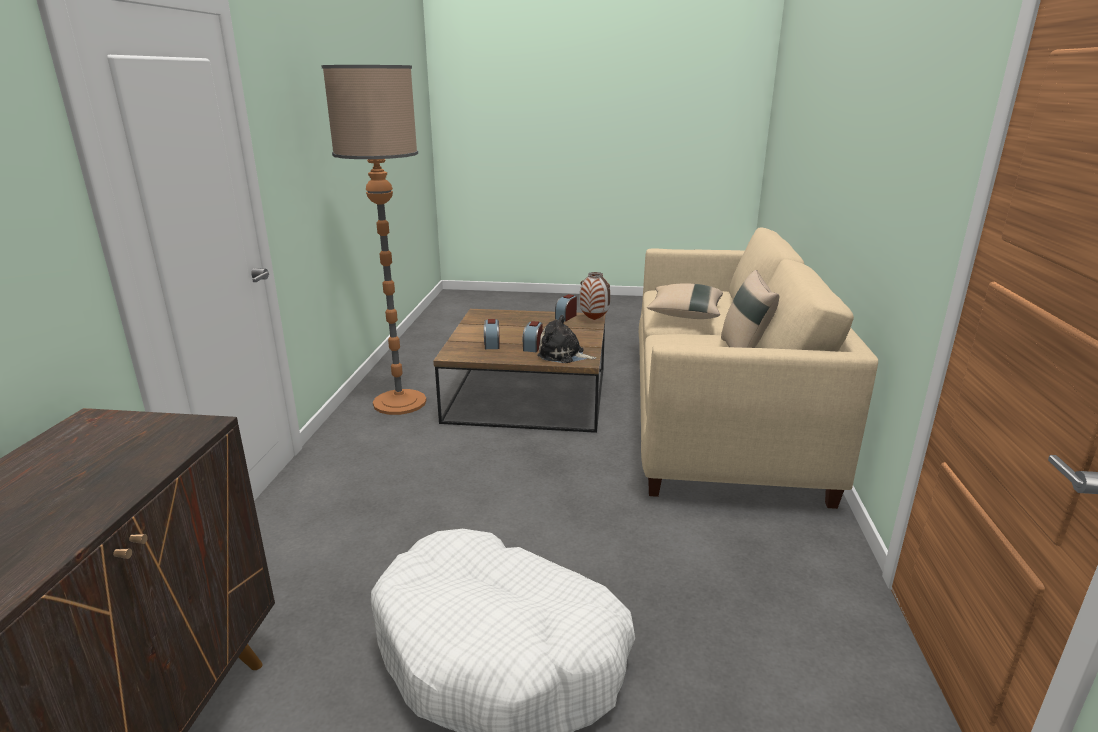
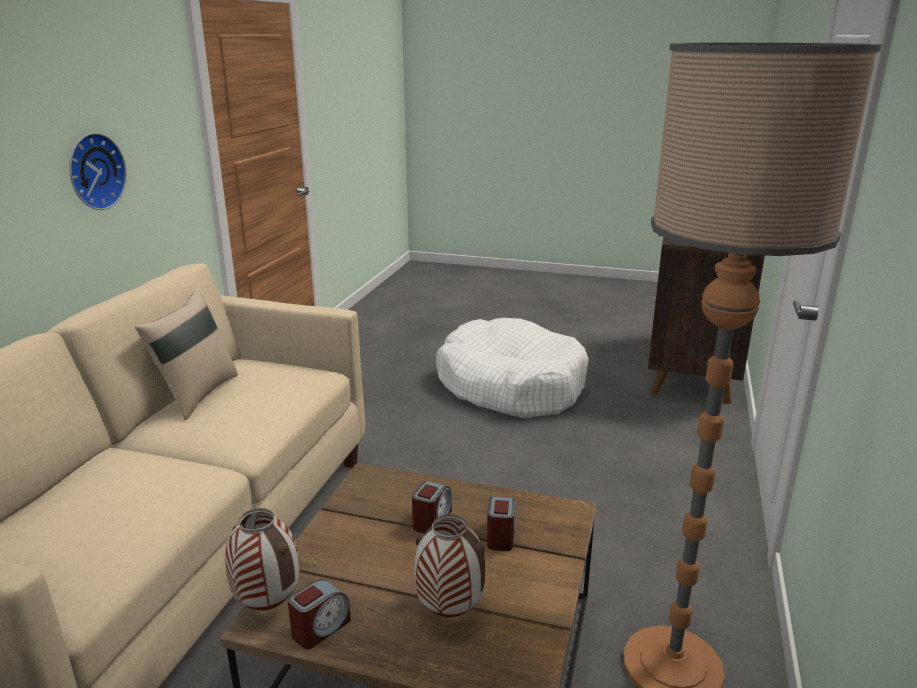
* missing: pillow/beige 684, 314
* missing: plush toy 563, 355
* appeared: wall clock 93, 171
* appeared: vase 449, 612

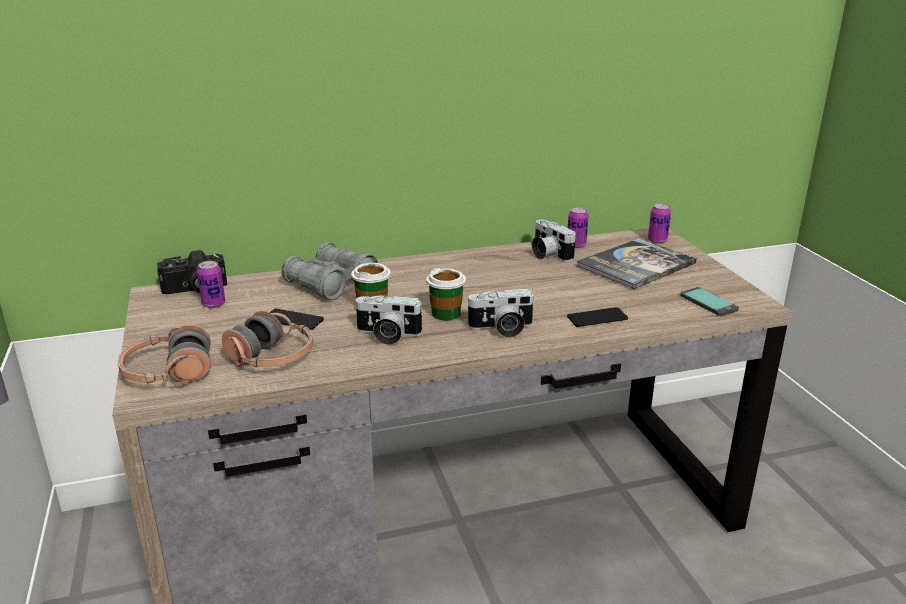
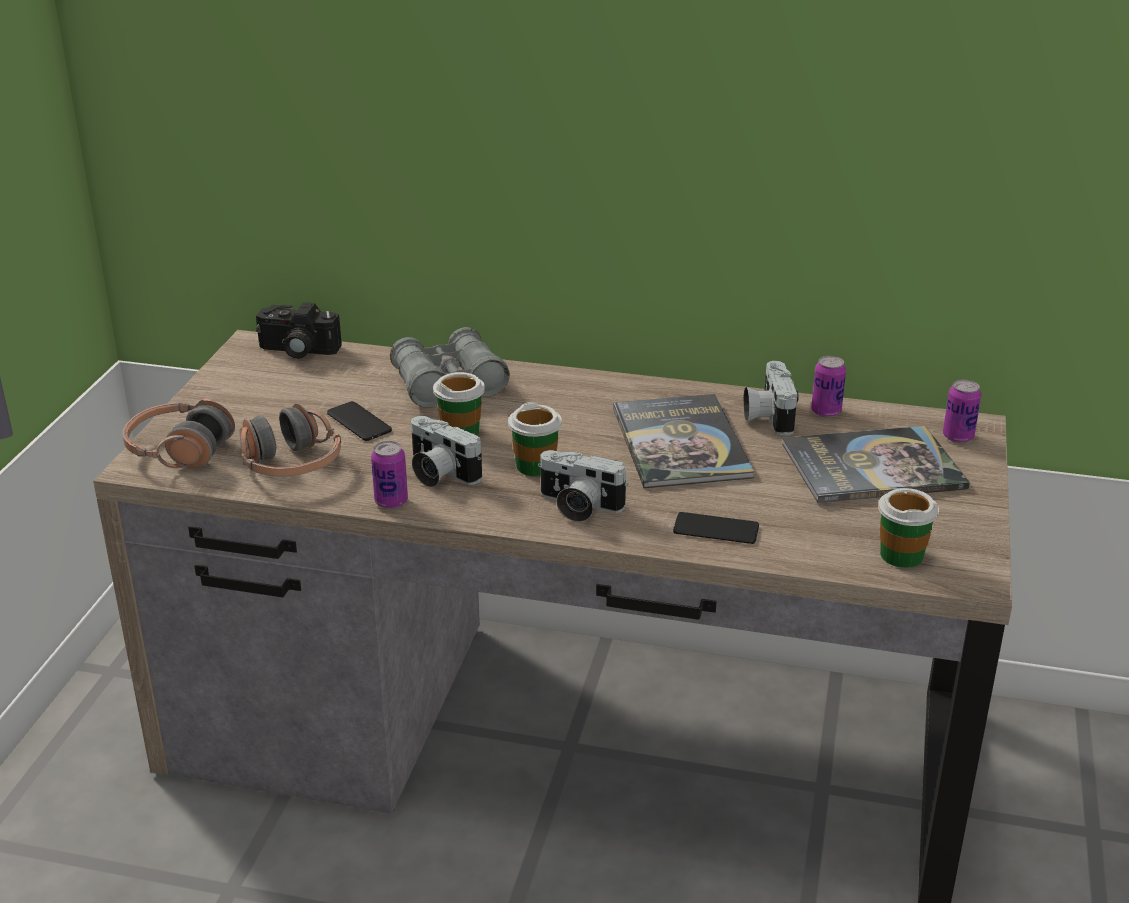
* relocated: can 213, 304 to 391, 501
* exchanged: phone 709, 302 to cup 901, 555
* appeared: book 680, 443

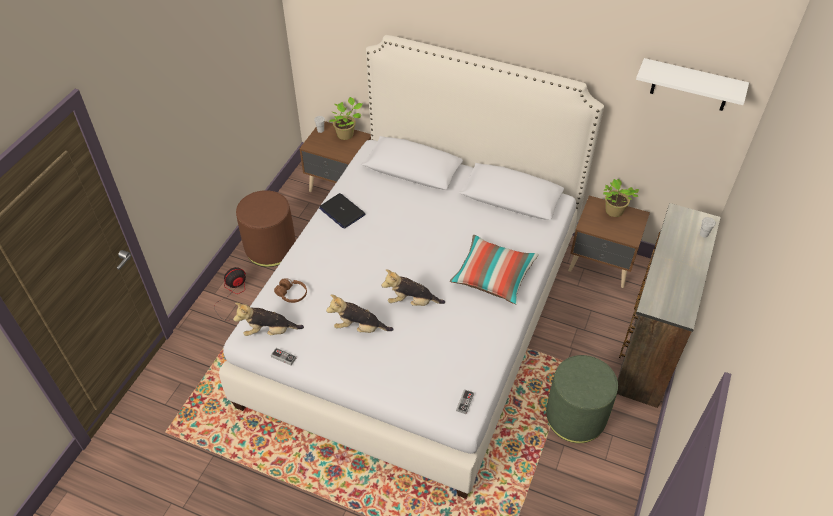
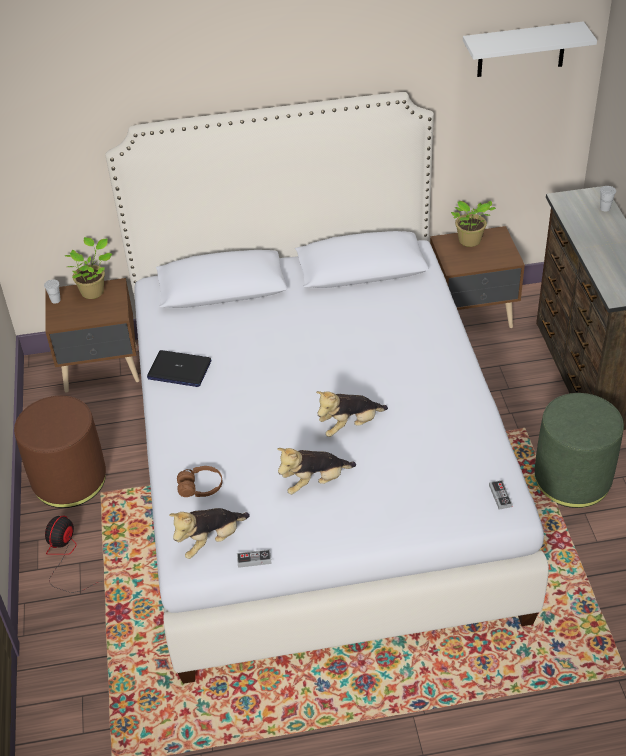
* missing: pillow 493, 276

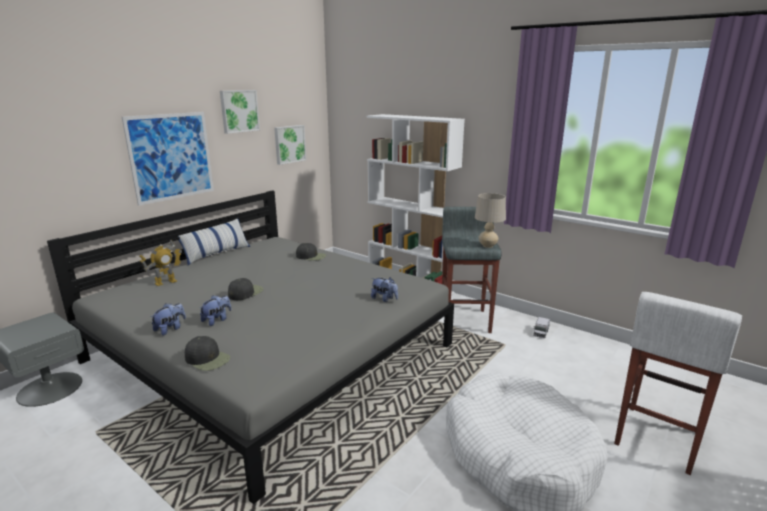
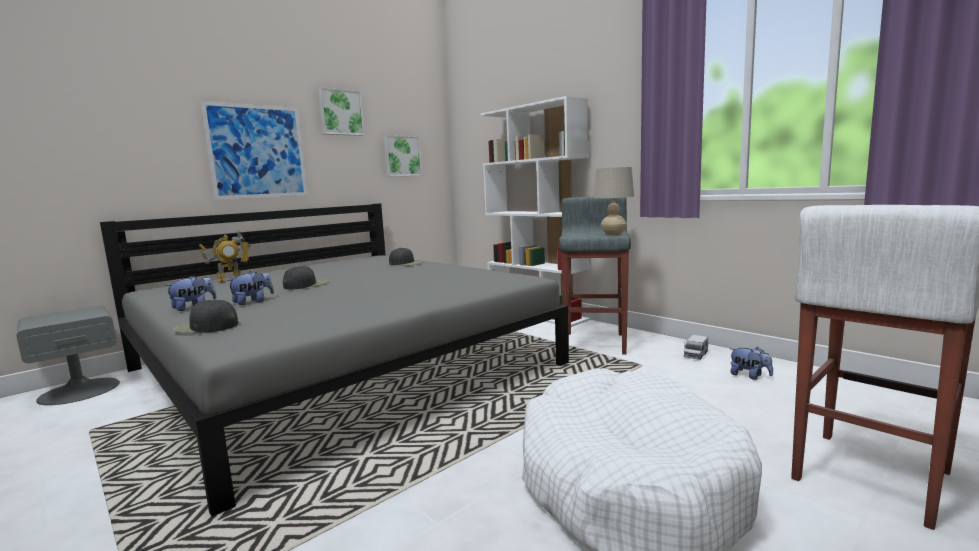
* missing: pillow 216, 254
* relocated: plush toy 384, 299 to 749, 376
* spun: cap/black 207, 359 = 206, 327 150 degrees clockwise

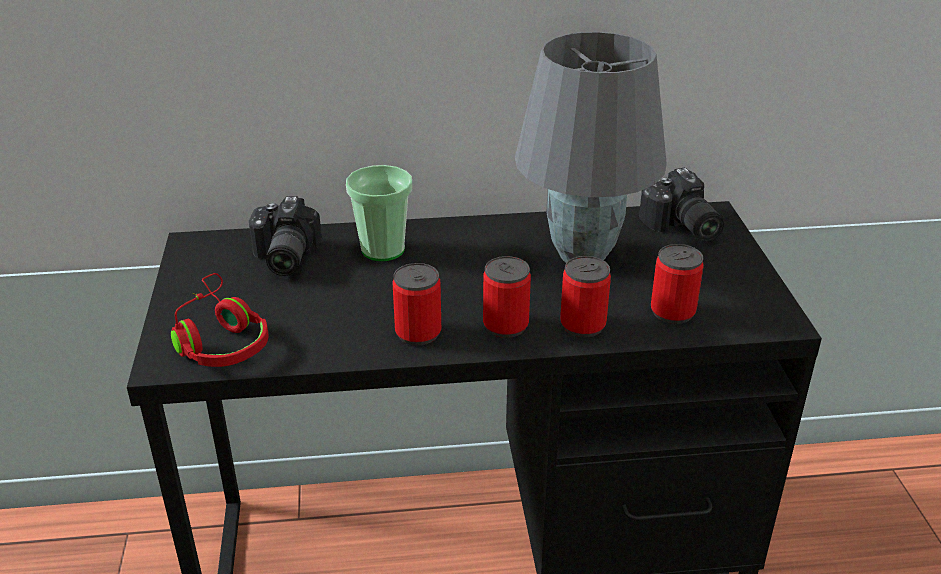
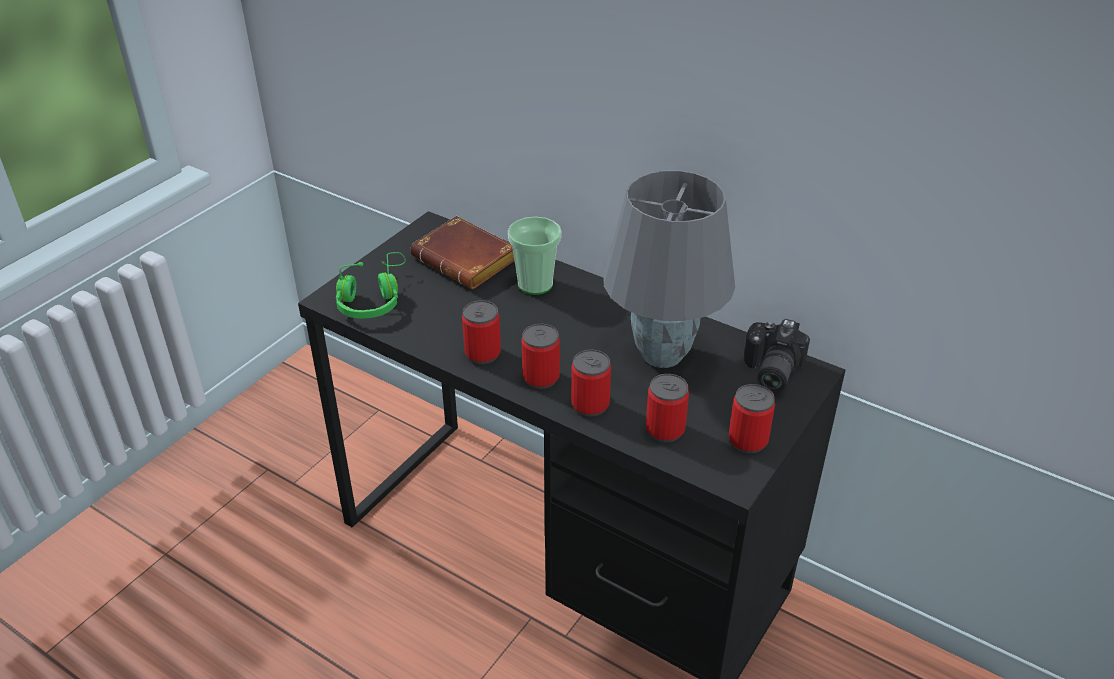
* exchanged: photo camera 282, 258 to book/brown 468, 260
* colour: headphones/red 220, 339 to headphones/green 372, 298
* appeared: can 748, 440

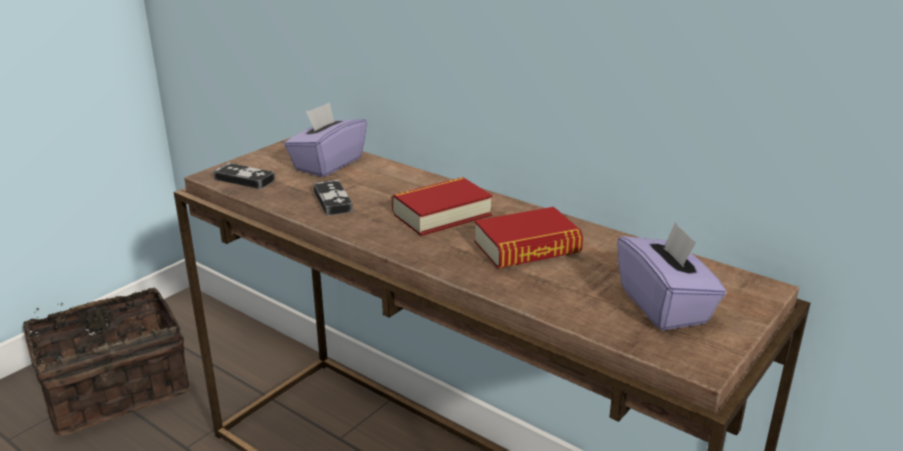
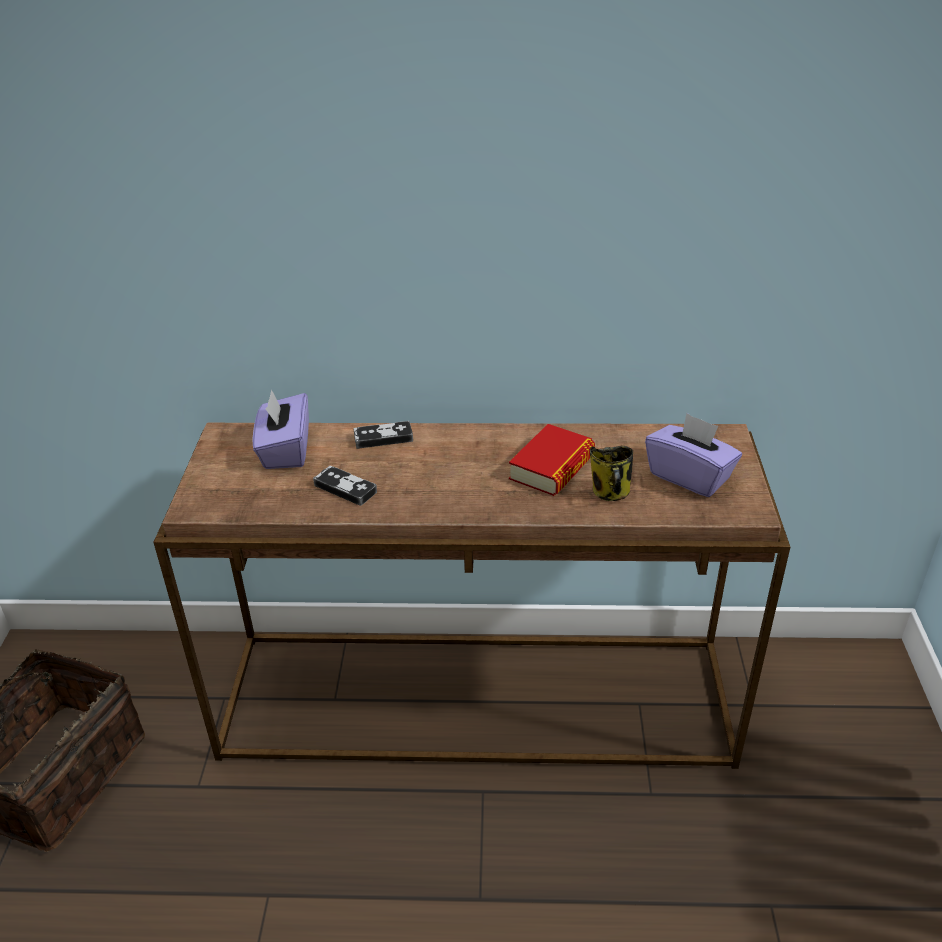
* relocated: game controller 244, 179 to 383, 438
* missing: book 441, 214
* appeared: mug 611, 493

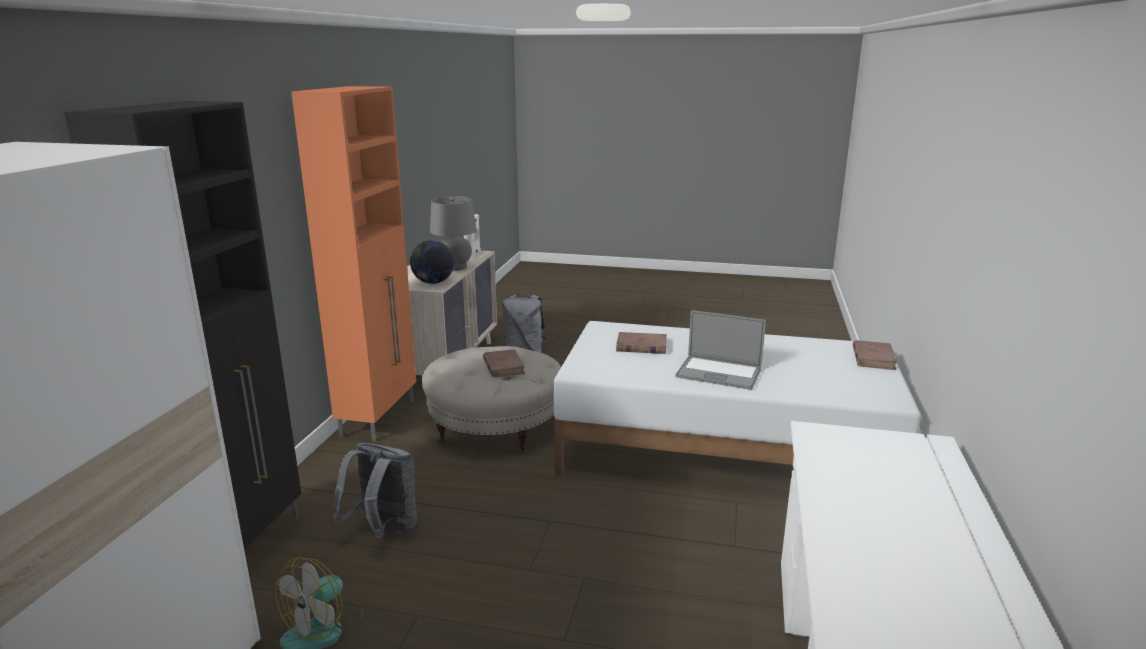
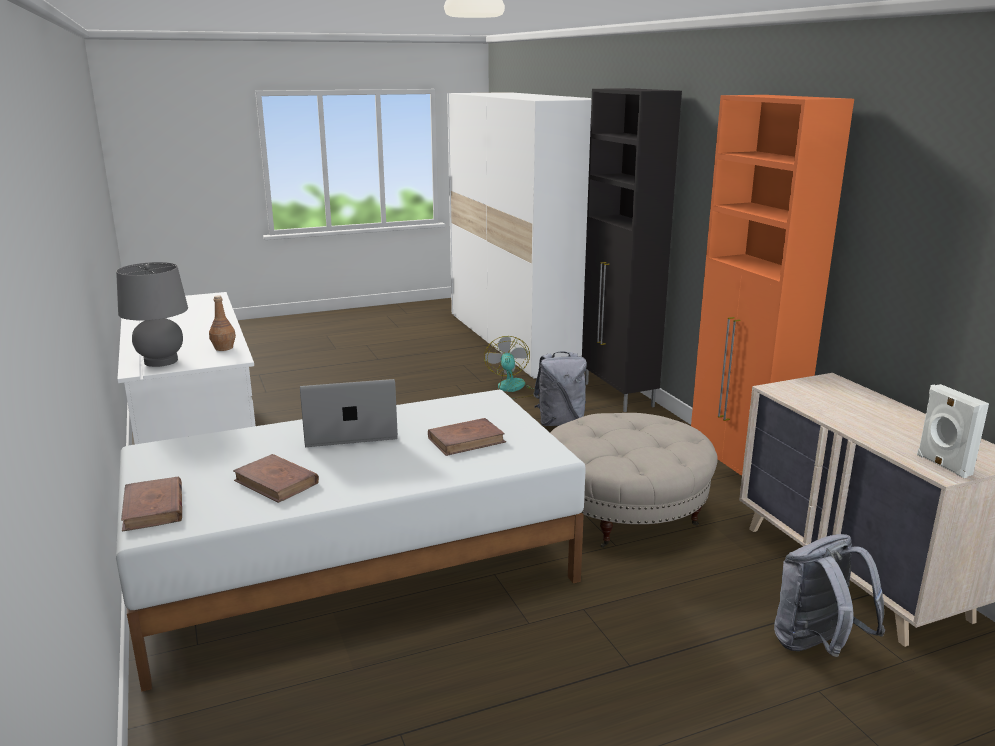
* relocated: table lamp/grey 455, 267 to 161, 361
* missing: globe 433, 282
* relocated: book/brown 503, 366 to 276, 482
* appeared: bottle/brown 223, 348

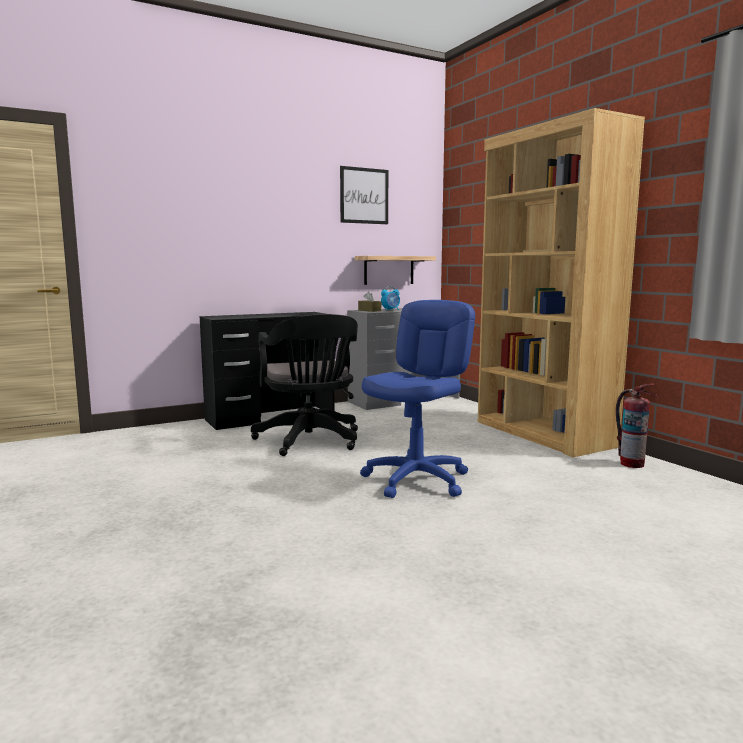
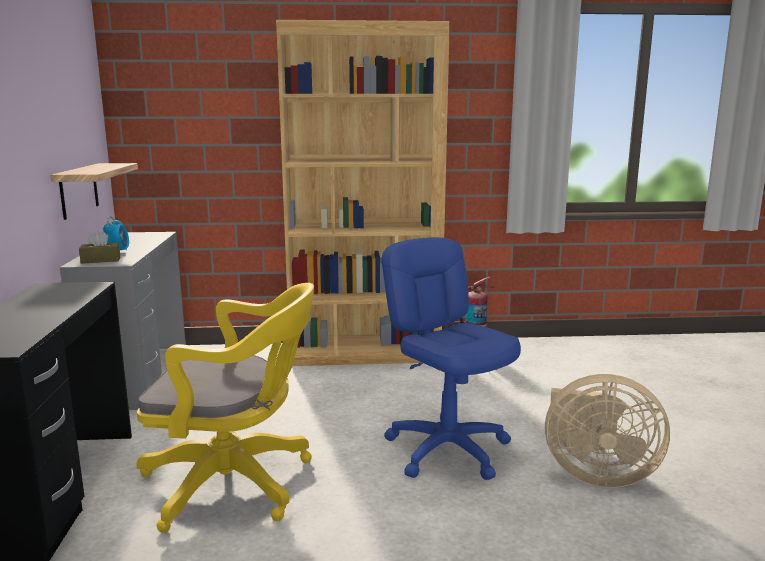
* missing: picture 364, 196
* colour: office chair/black 310, 441 to office chair/yellow 236, 483
* appeared: fan/beige 595, 474

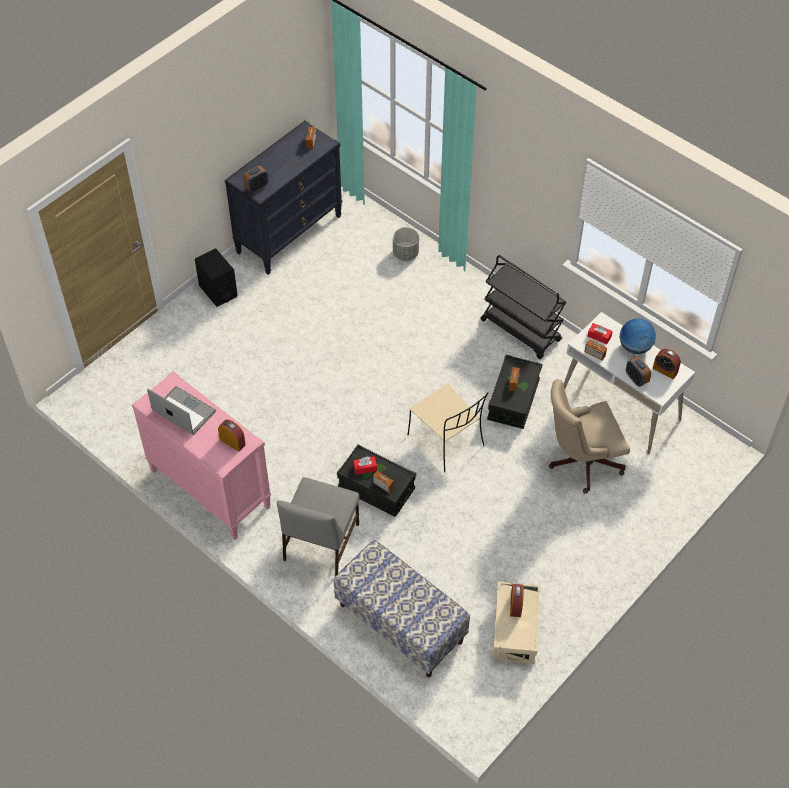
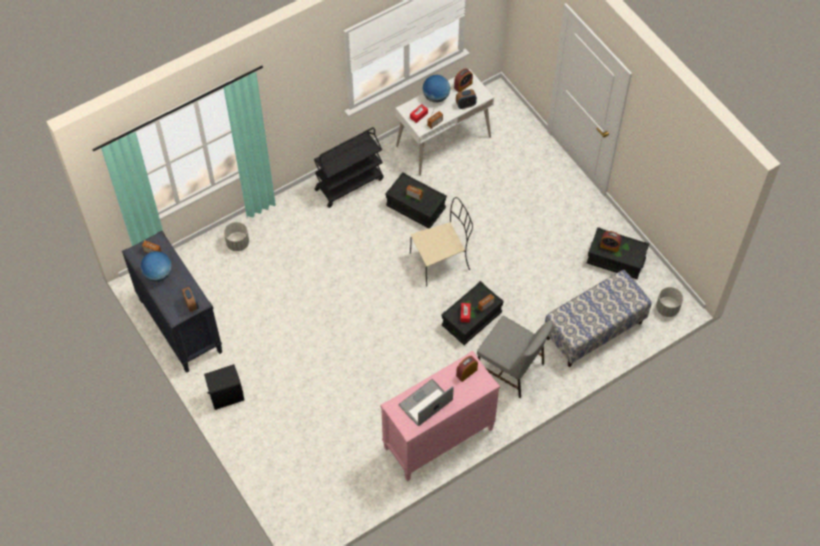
* missing: office chair/beige 580, 462
* colour: storage box/beige 515, 630 to storage box/black 616, 260
* appeared: globe 158, 274
* appeared: planter/grey 667, 308

